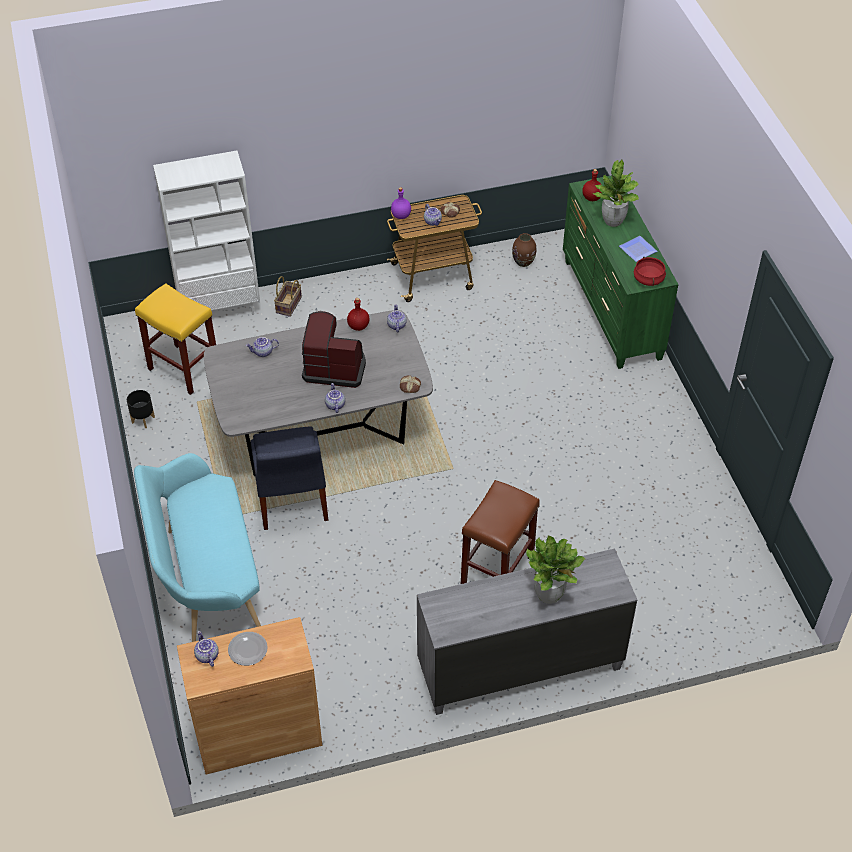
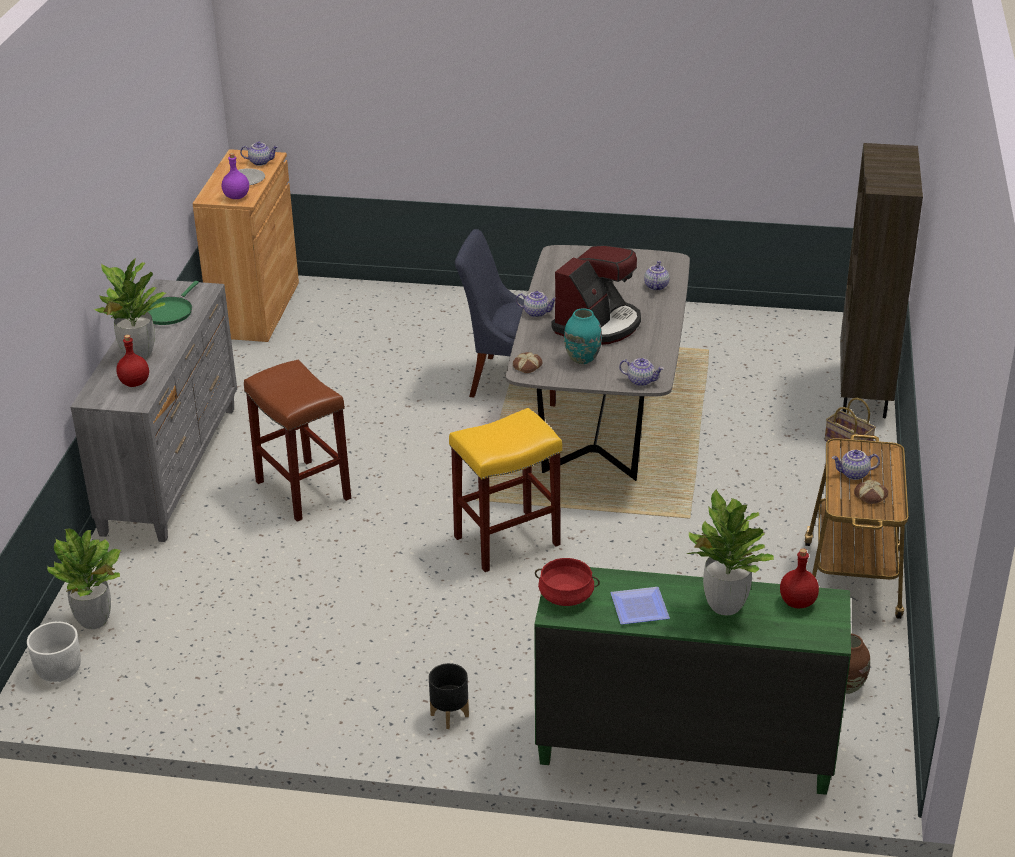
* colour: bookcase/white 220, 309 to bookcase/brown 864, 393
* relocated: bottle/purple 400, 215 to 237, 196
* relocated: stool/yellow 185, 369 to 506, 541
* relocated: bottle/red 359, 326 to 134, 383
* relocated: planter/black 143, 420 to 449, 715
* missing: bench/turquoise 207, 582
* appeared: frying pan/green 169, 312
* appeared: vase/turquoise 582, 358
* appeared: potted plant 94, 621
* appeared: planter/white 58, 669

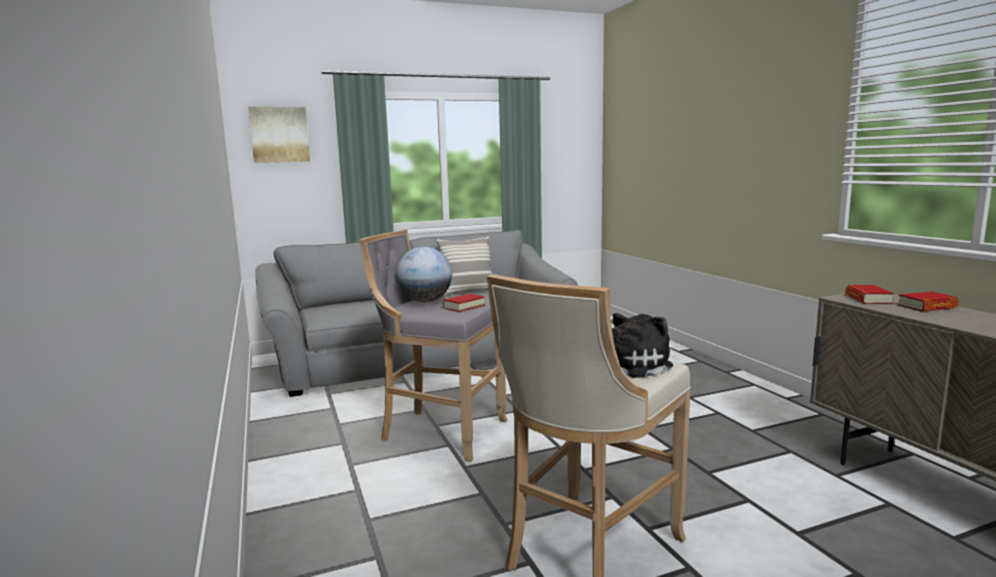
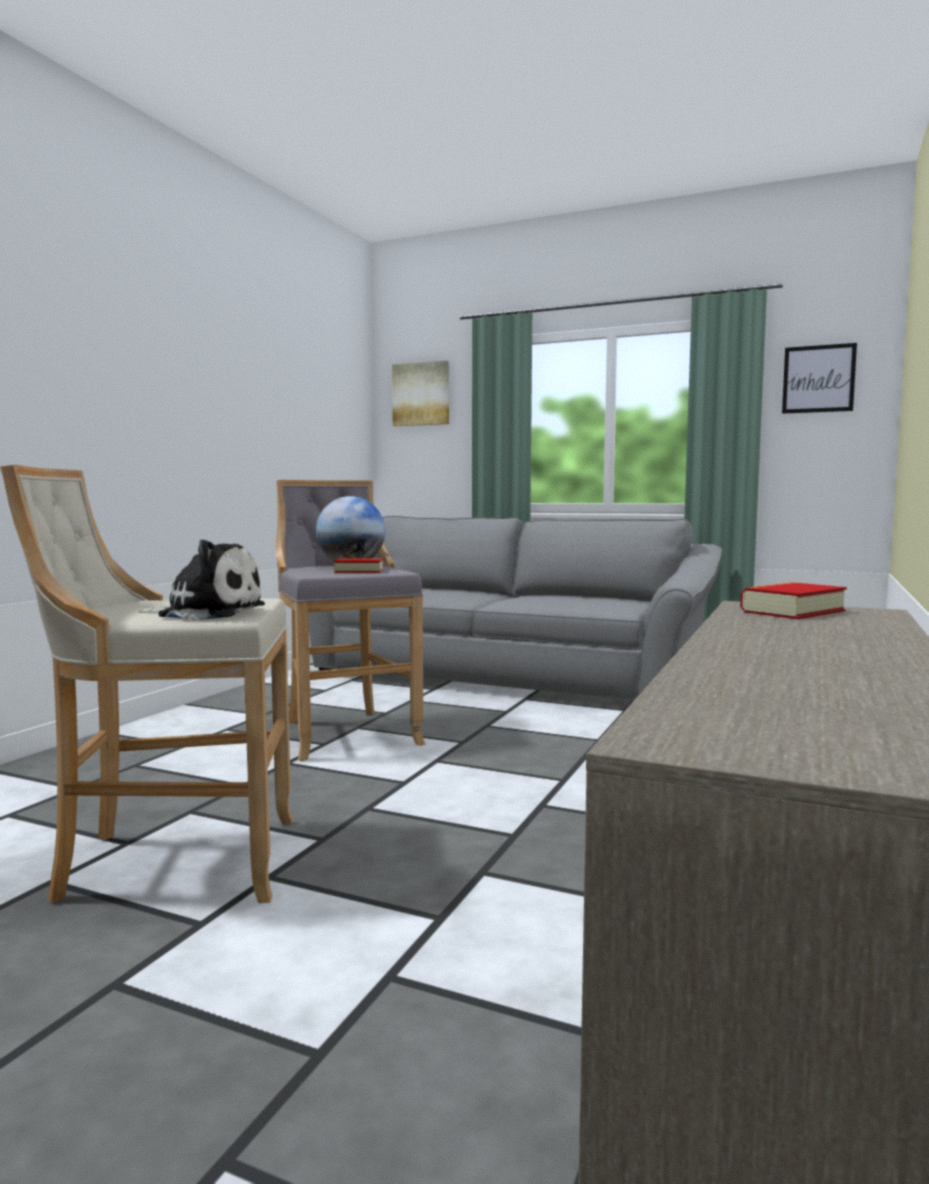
* missing: pillow 467, 291
* missing: book 927, 307
* appeared: picture 818, 379

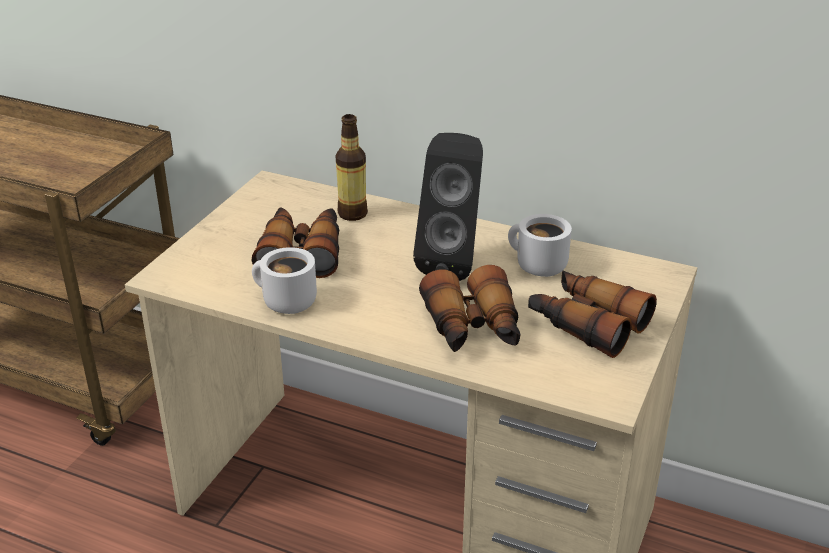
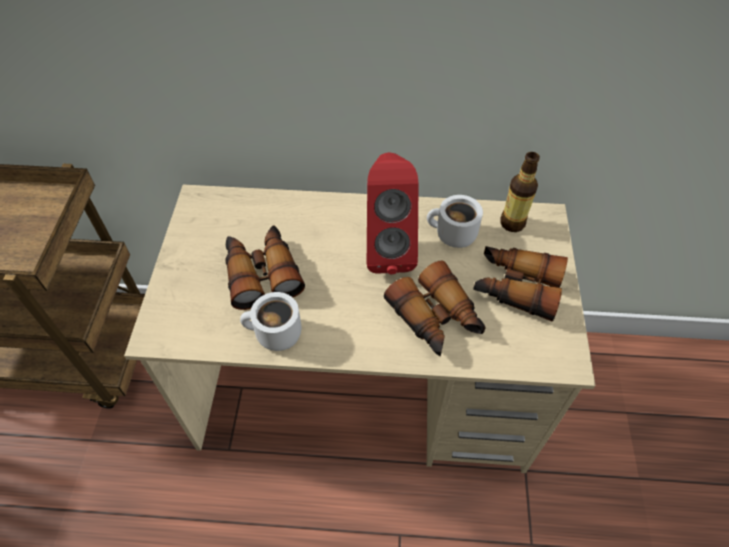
* relocated: bottle 352, 214 to 512, 223
* colour: speaker/black 453, 262 to speaker/red 388, 249

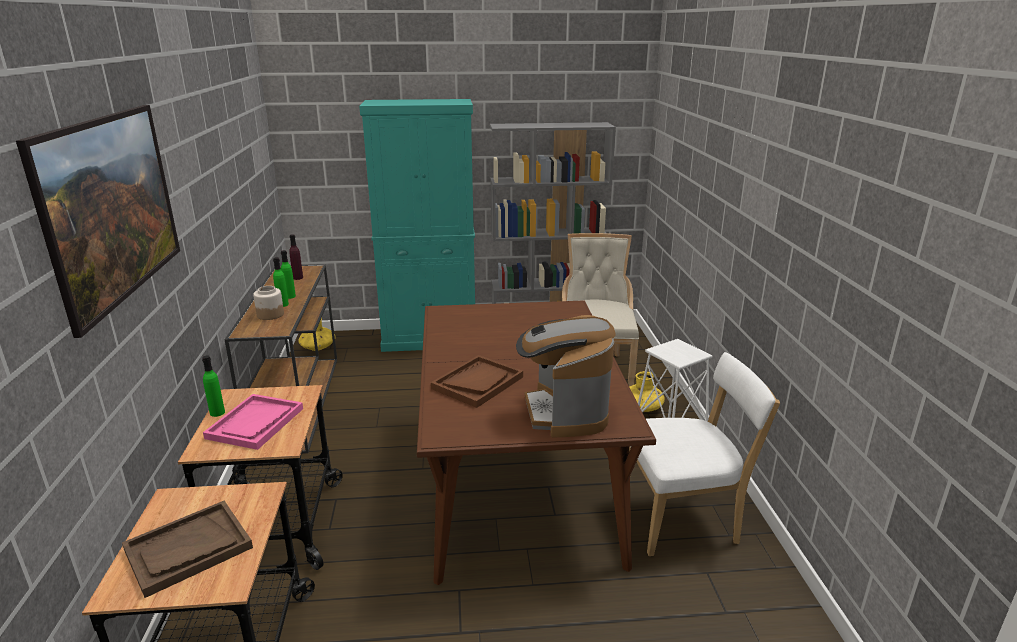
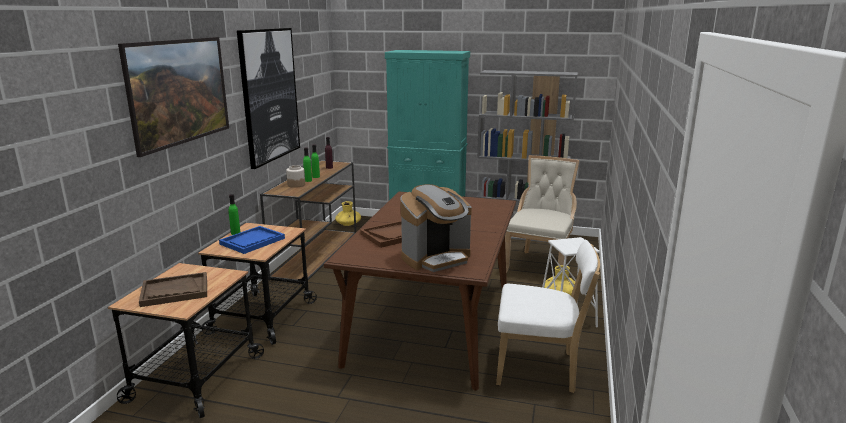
* spun: coffee machine 564, 412 = 436, 258 135 degrees counterclockwise
* colour: tray/pink 255, 423 to tray/blue 252, 241
* appeared: picture 269, 95

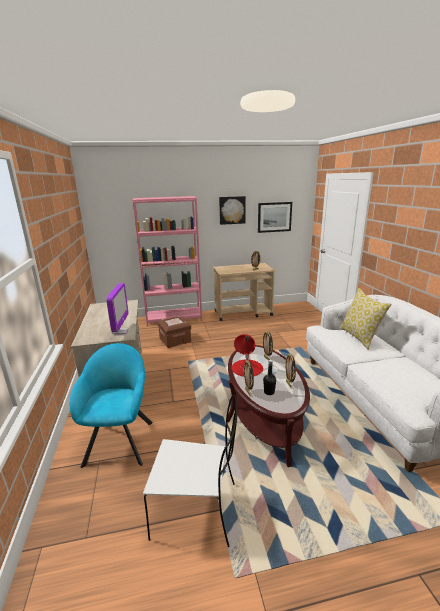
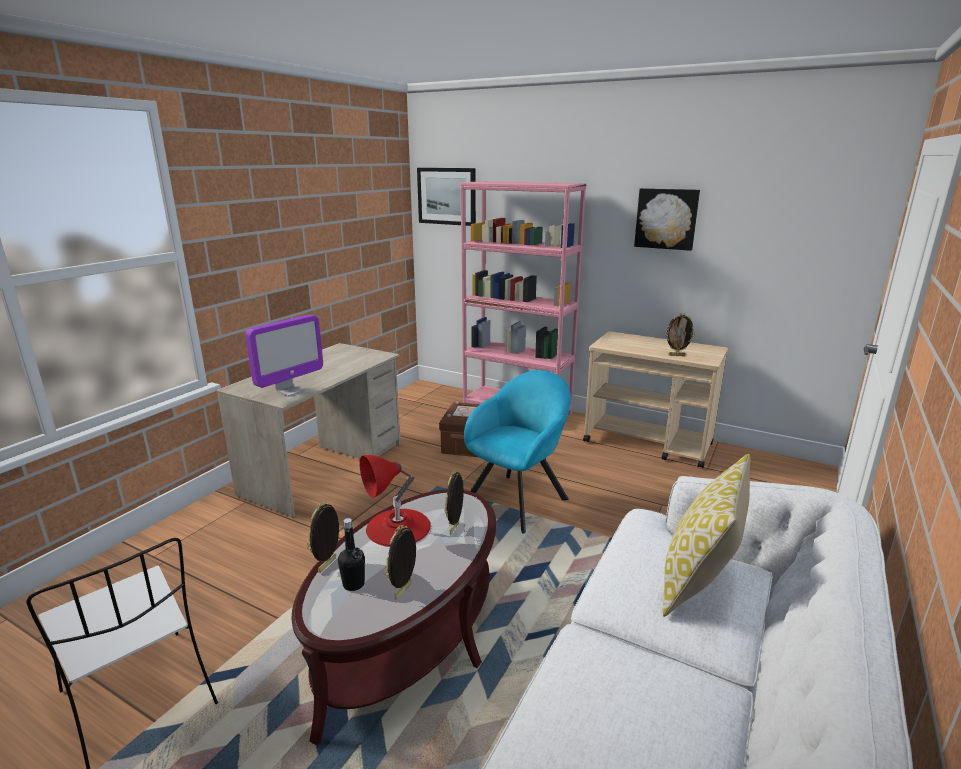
* relocated: picture 274, 217 to 447, 196
* relocated: armchair/turquoise 120, 439 to 518, 499

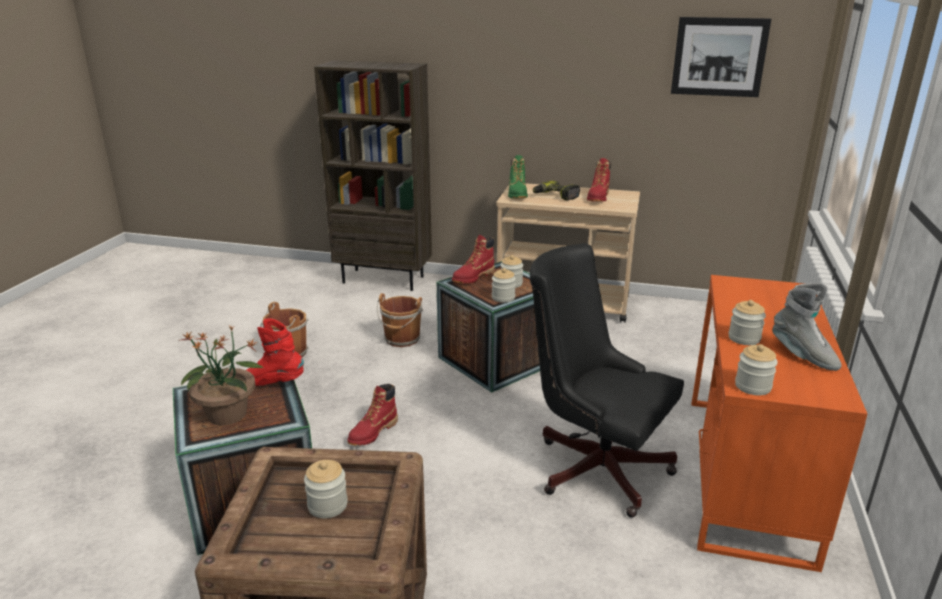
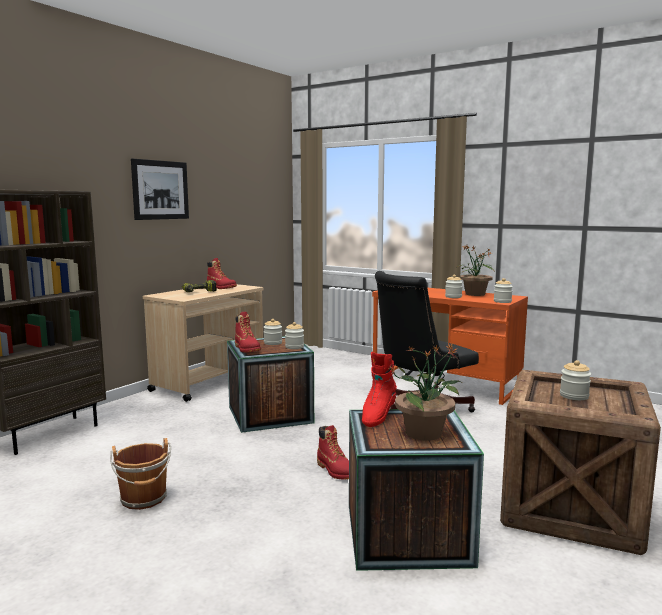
* relocated: picture 719, 57 to 160, 190
* missing: boot/green 517, 194
* exchanged: boot/grey 802, 355 to potted plant 475, 294
* missing: bucket/brown 402, 339

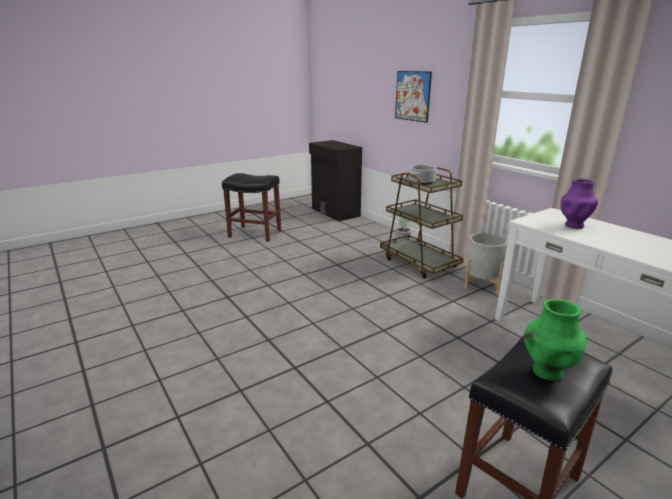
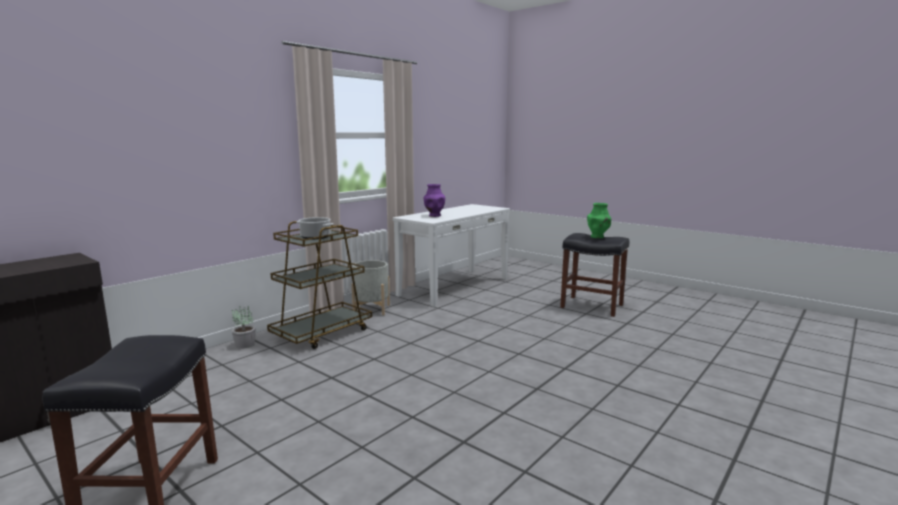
* missing: picture 412, 96

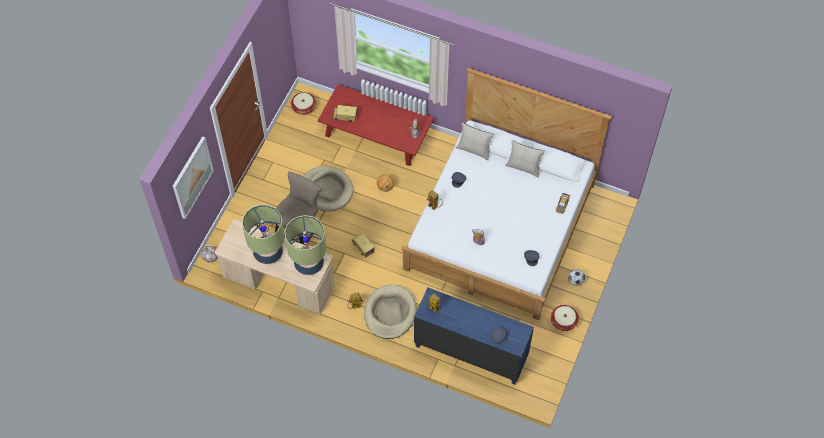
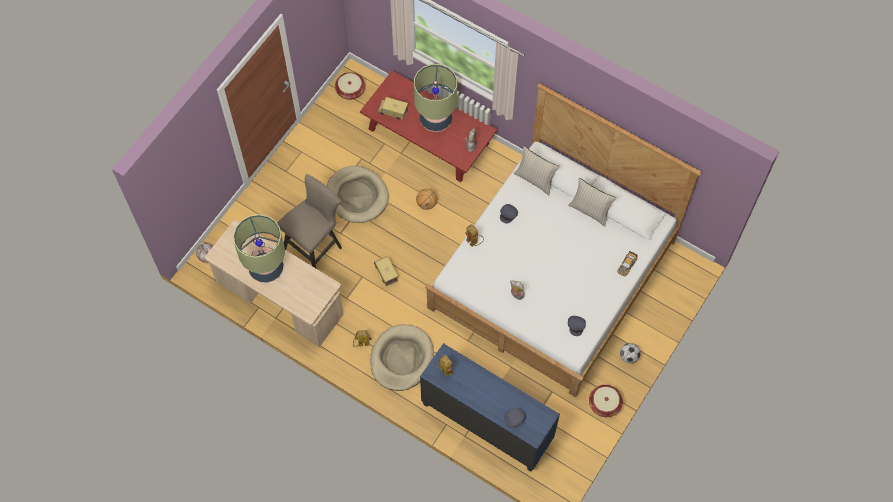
* missing: picture 192, 177
* relocated: table lamp 309, 264 to 436, 119

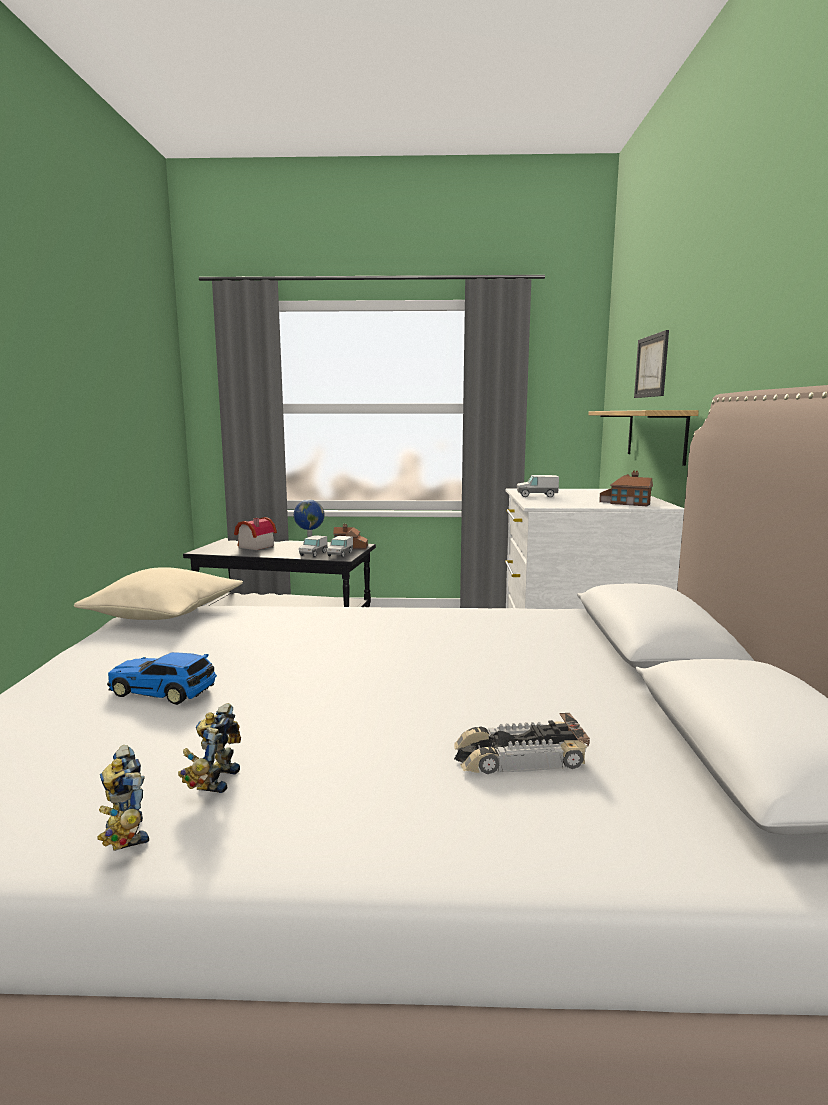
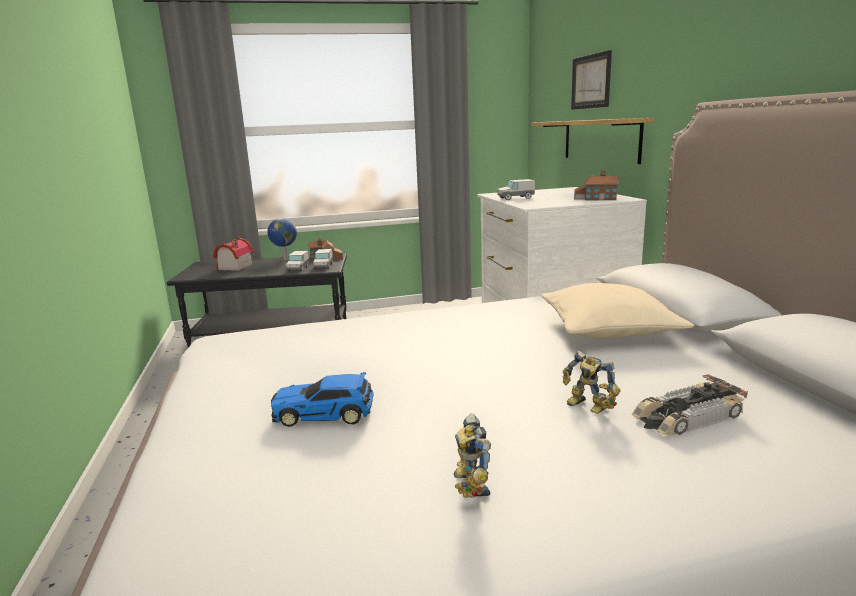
* relocated: pillow/beige 164, 614 to 608, 329
* relocated: toy robot 122, 835 to 587, 407

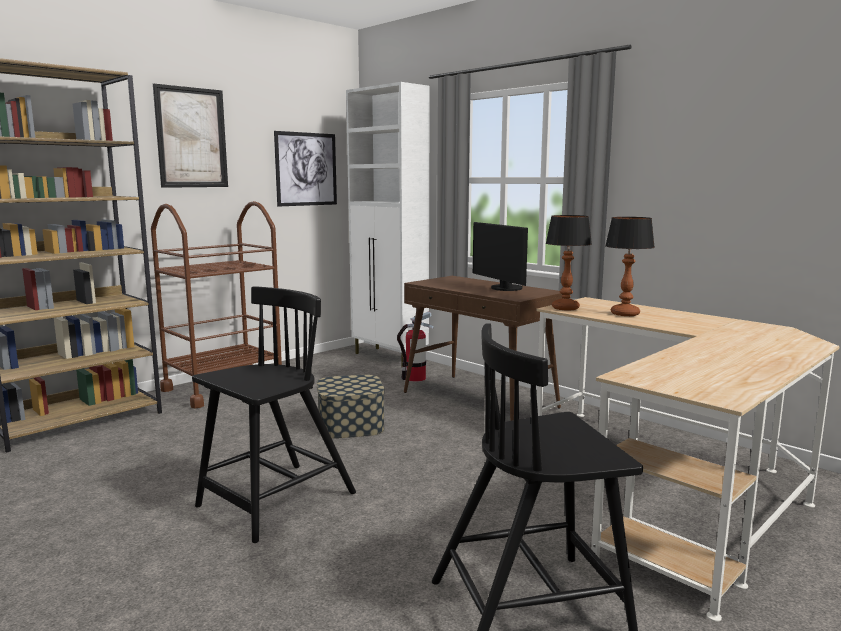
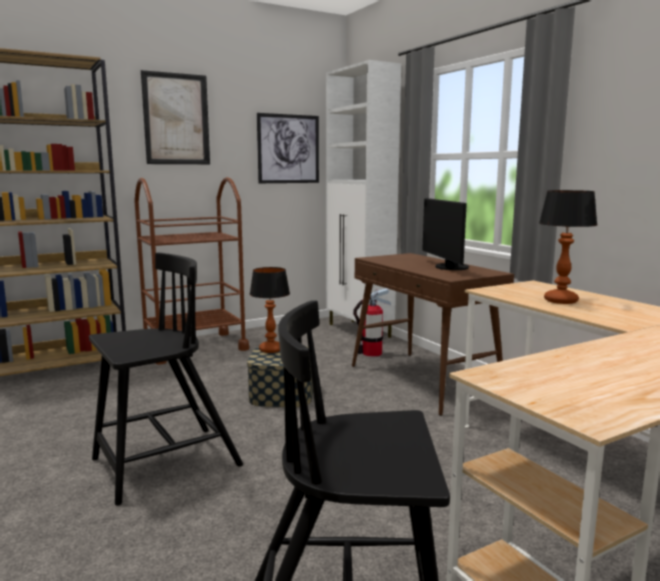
* relocated: table lamp 566, 308 to 271, 350

